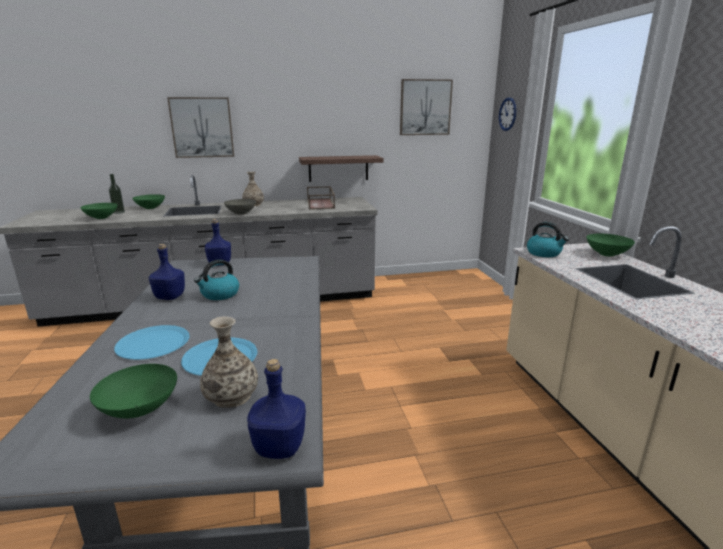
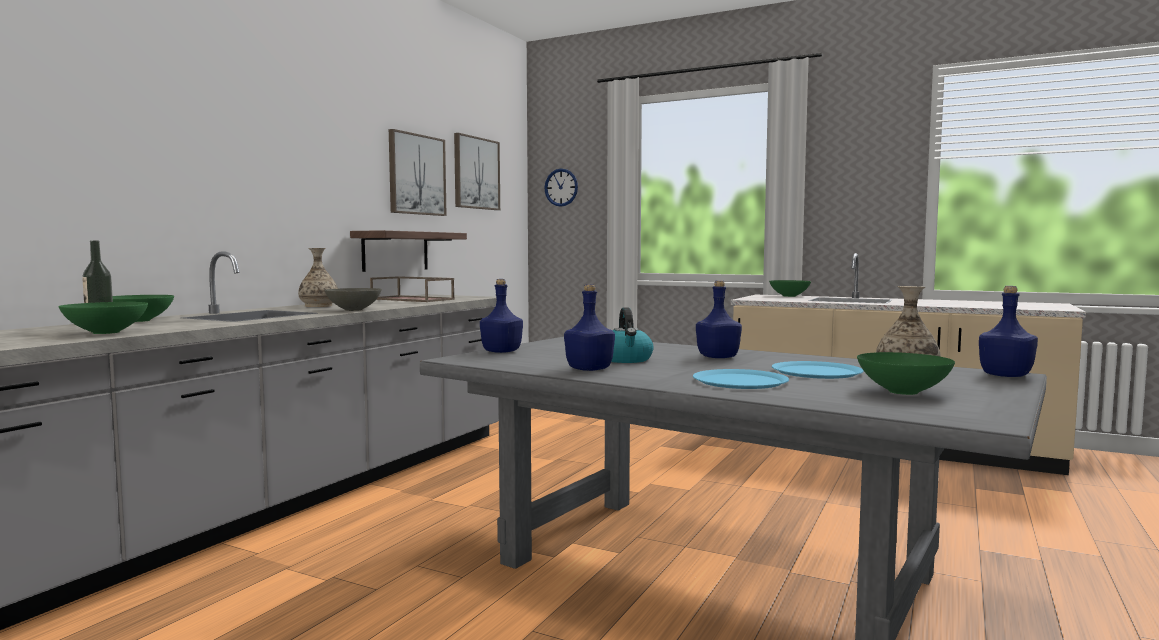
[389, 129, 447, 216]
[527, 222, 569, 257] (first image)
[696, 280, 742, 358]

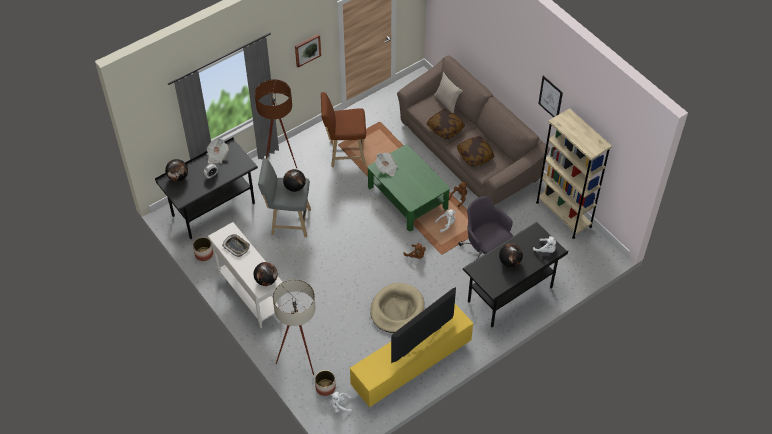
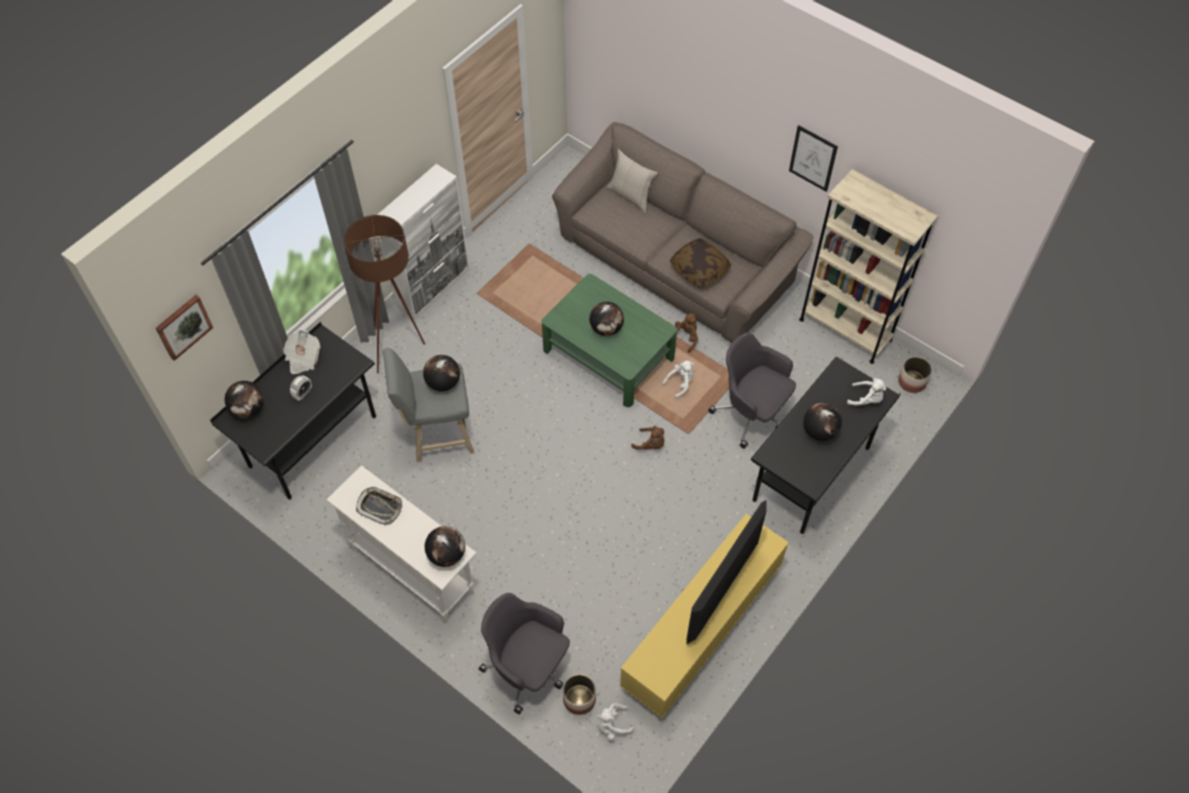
[155, 295, 213, 361]
[321, 92, 366, 167] (first image)
[426, 109, 465, 139] (first image)
[375, 152, 398, 176] (first image)
[898, 357, 932, 393]
[479, 593, 570, 714]
[371, 283, 424, 333] (first image)
[377, 164, 470, 320]
[589, 302, 624, 336]

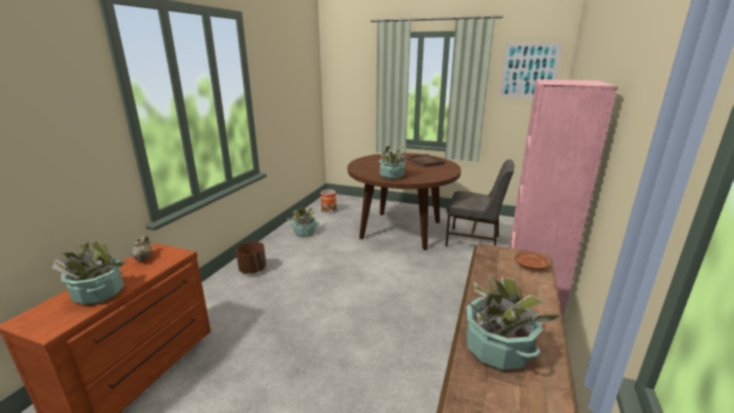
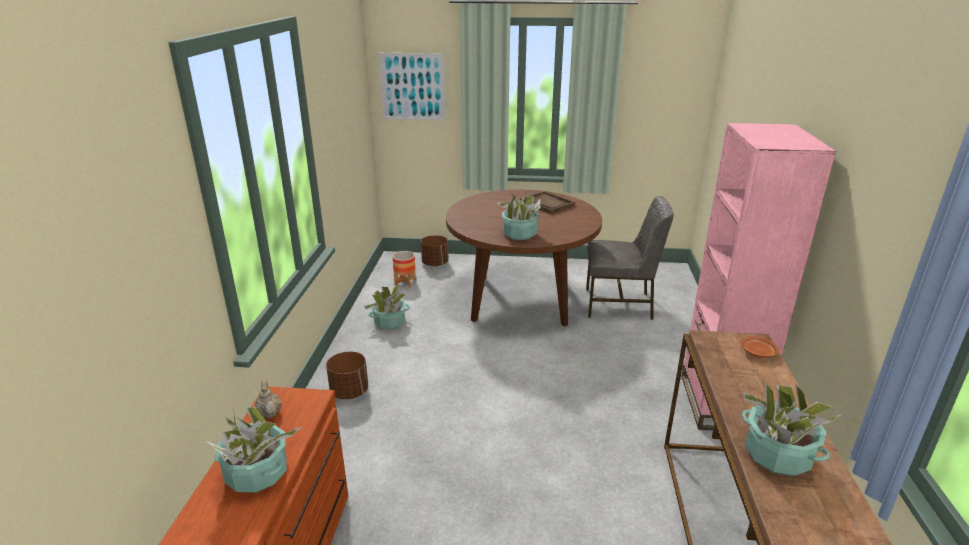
[378, 53, 446, 121]
[421, 235, 449, 266]

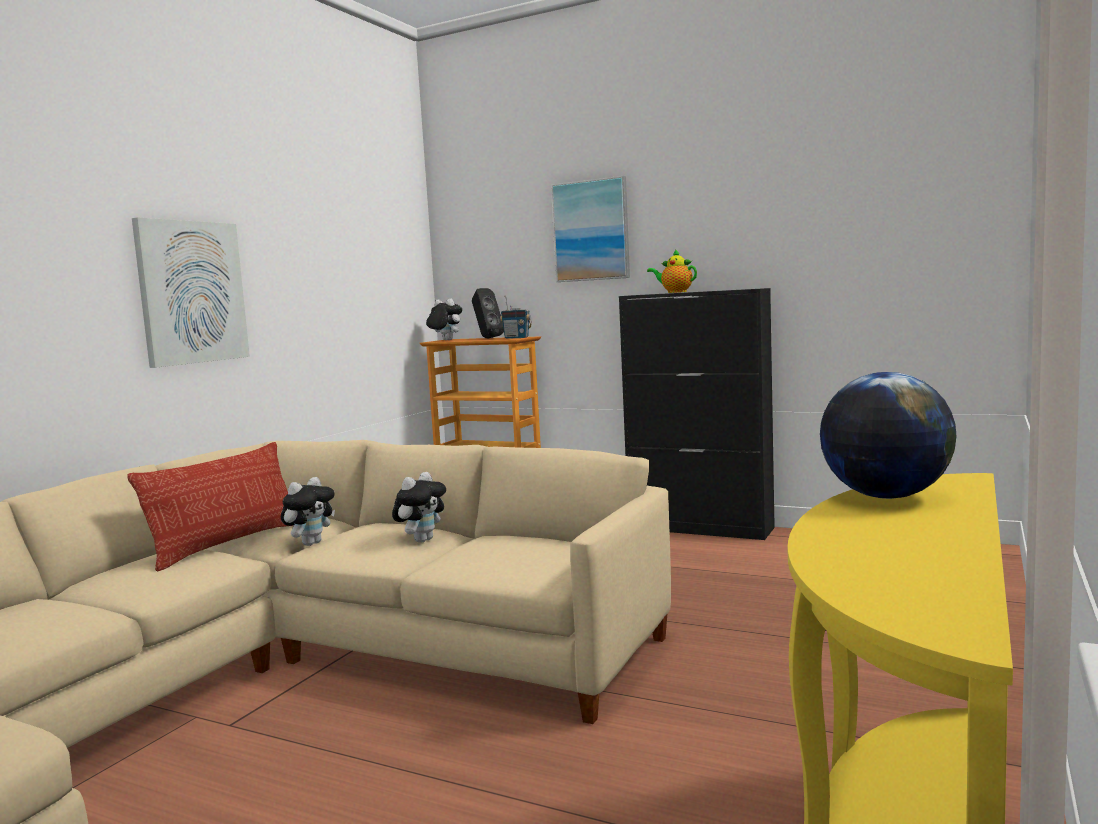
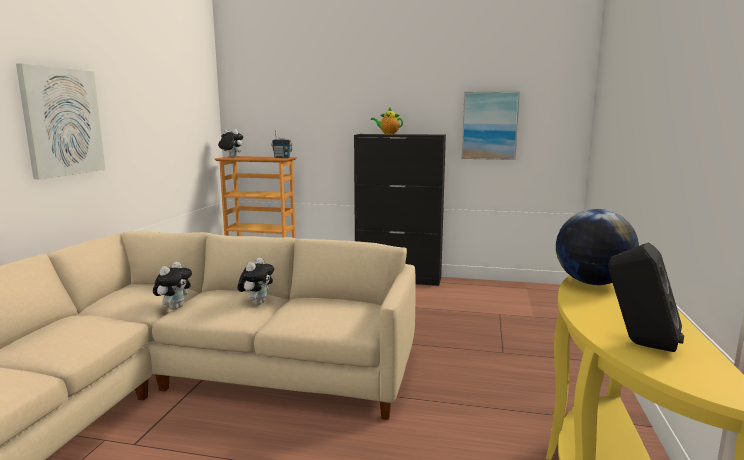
[461, 91, 520, 160]
[608, 242, 684, 352]
[128, 442, 294, 572] (first image)

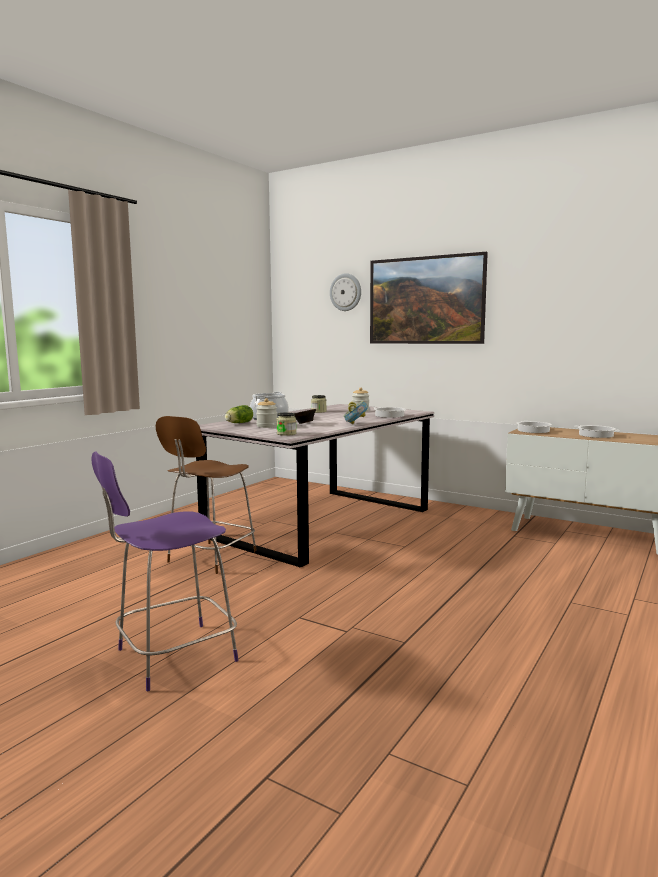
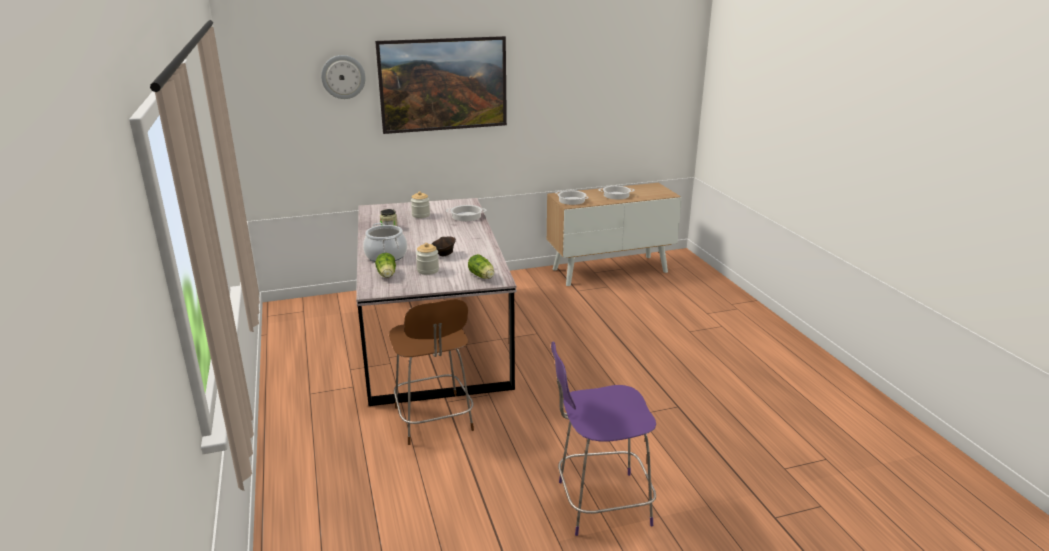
[344, 401, 368, 424] (first image)
[468, 254, 494, 279]
[551, 341, 656, 536]

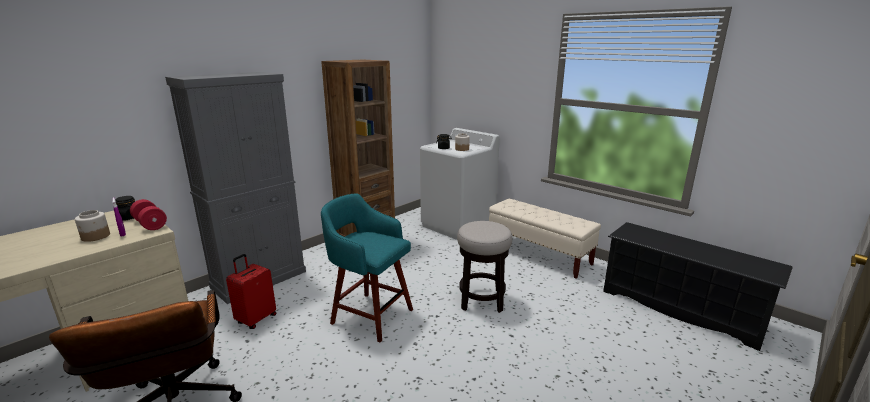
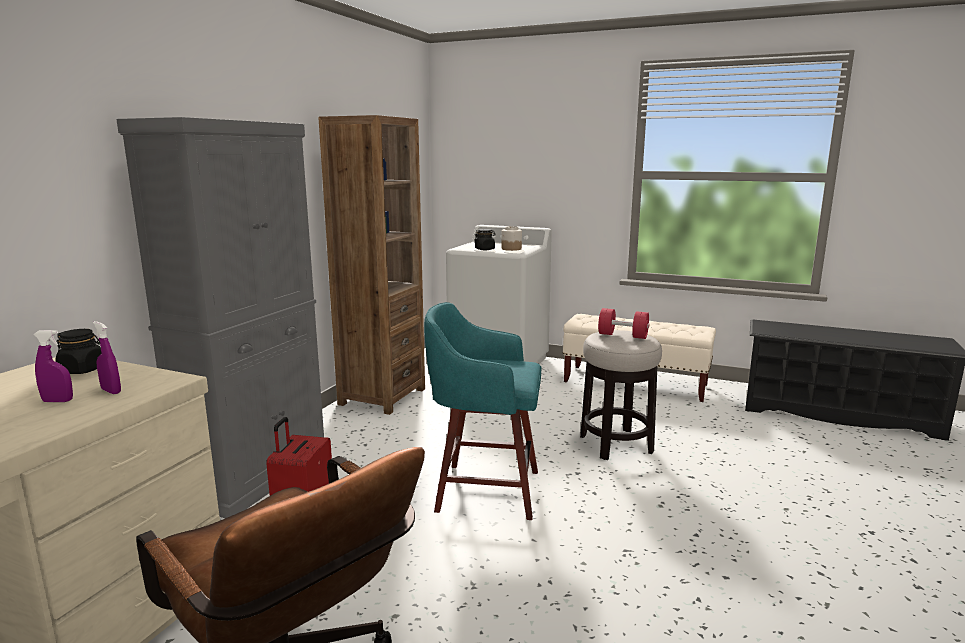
[598, 308, 649, 339]
[33, 330, 73, 402]

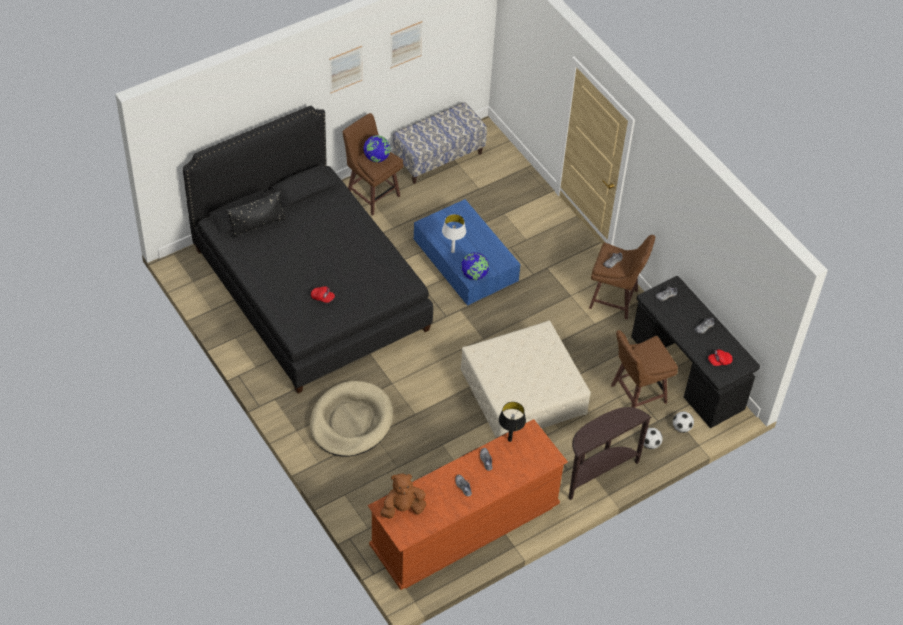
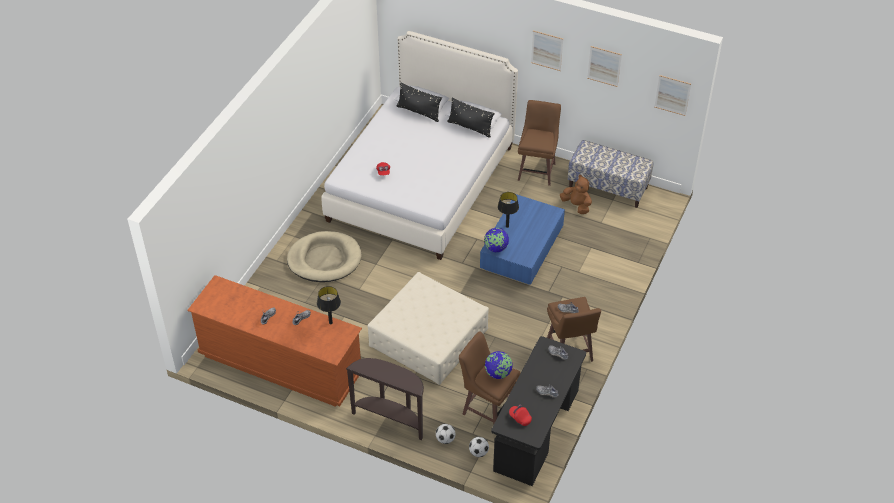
[322, 31, 518, 260]
[485, 351, 513, 379]
[498, 192, 519, 228]
[560, 175, 592, 214]
[654, 75, 691, 116]
[447, 98, 495, 138]

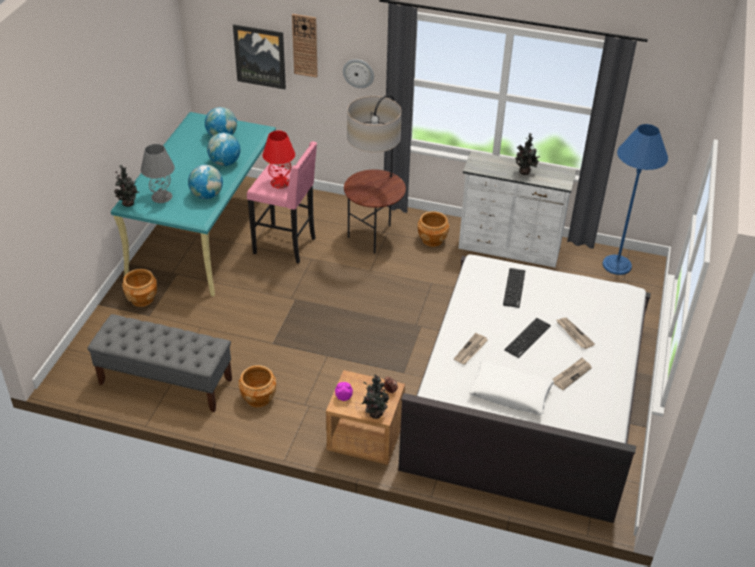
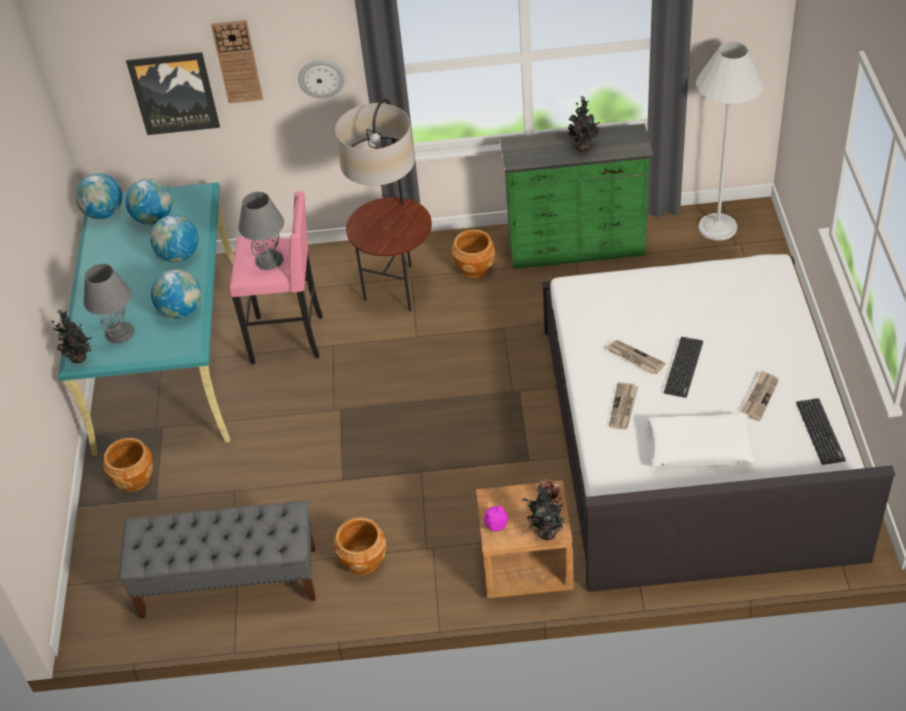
[696, 42, 764, 241]
[238, 192, 284, 270]
[500, 124, 653, 269]
[796, 398, 846, 465]
[606, 340, 666, 374]
[75, 173, 122, 219]

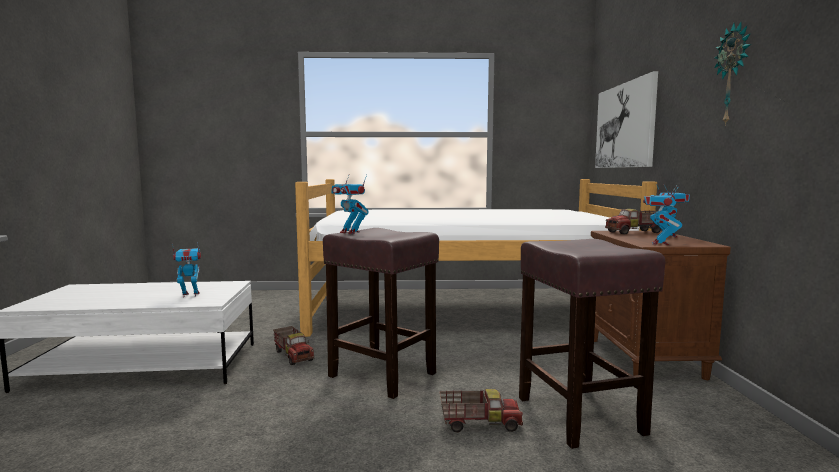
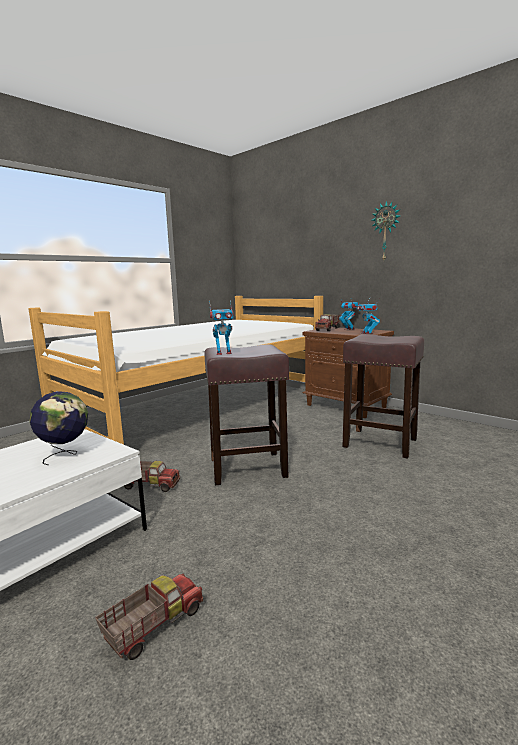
[595, 71, 658, 168] (first image)
[30, 391, 88, 465]
[95, 574, 203, 660]

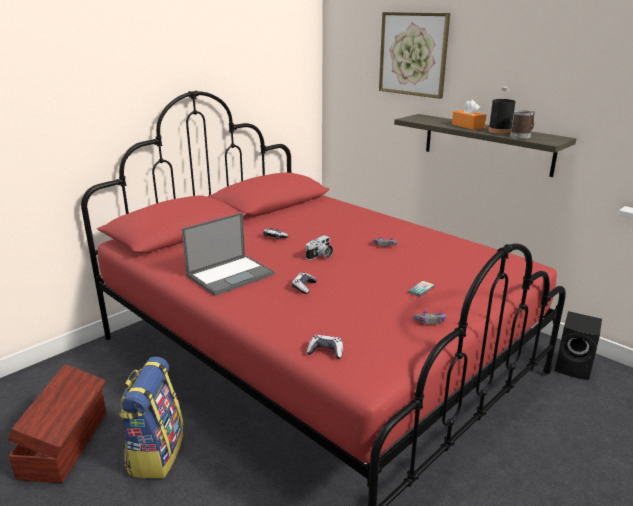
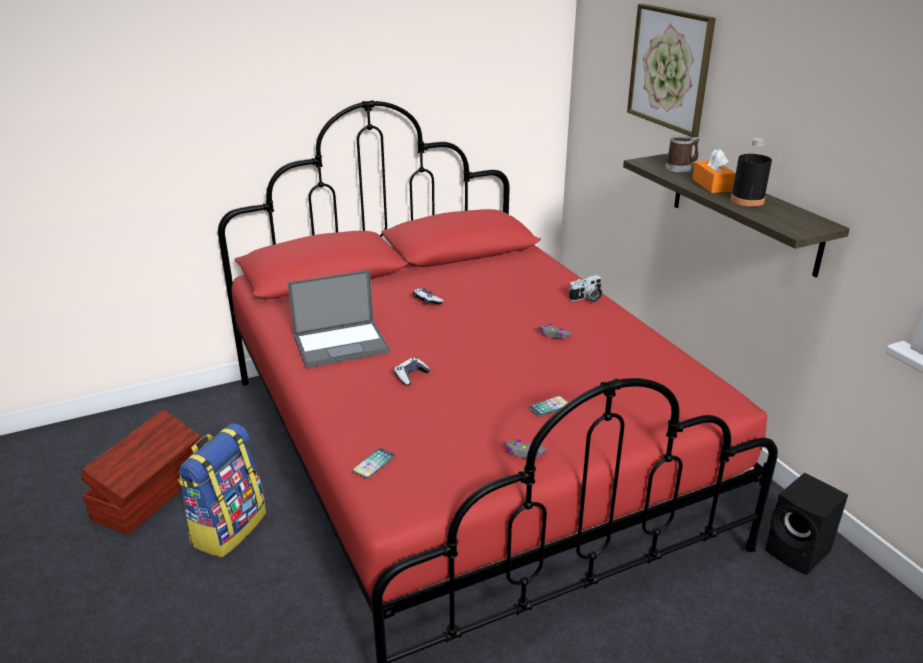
[665, 135, 699, 172]
[569, 275, 602, 302]
[352, 448, 395, 479]

